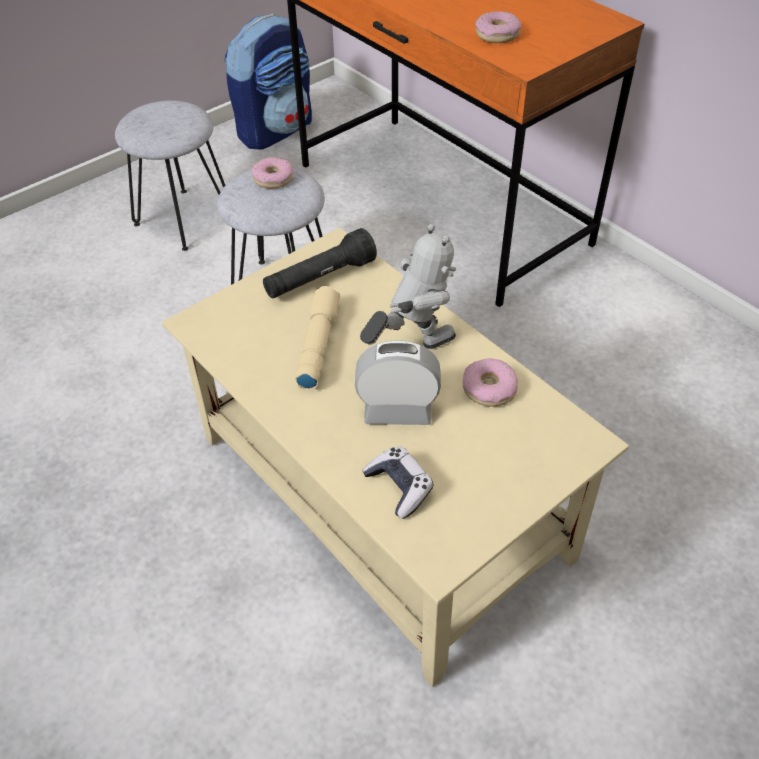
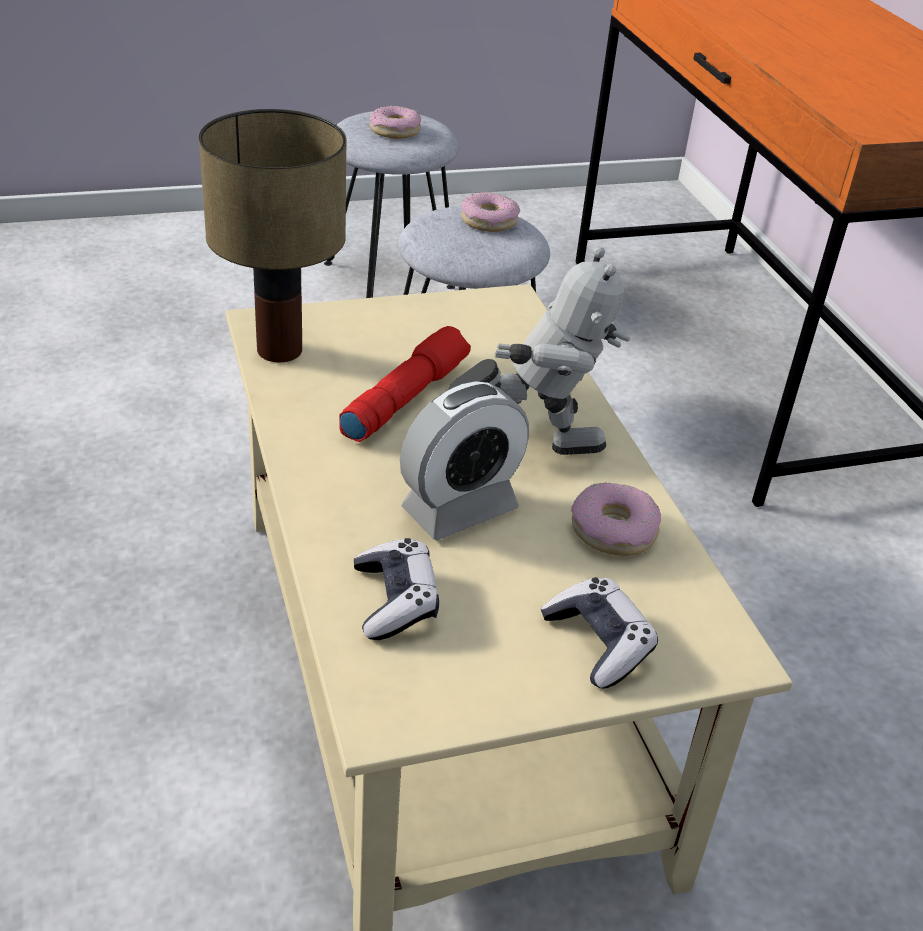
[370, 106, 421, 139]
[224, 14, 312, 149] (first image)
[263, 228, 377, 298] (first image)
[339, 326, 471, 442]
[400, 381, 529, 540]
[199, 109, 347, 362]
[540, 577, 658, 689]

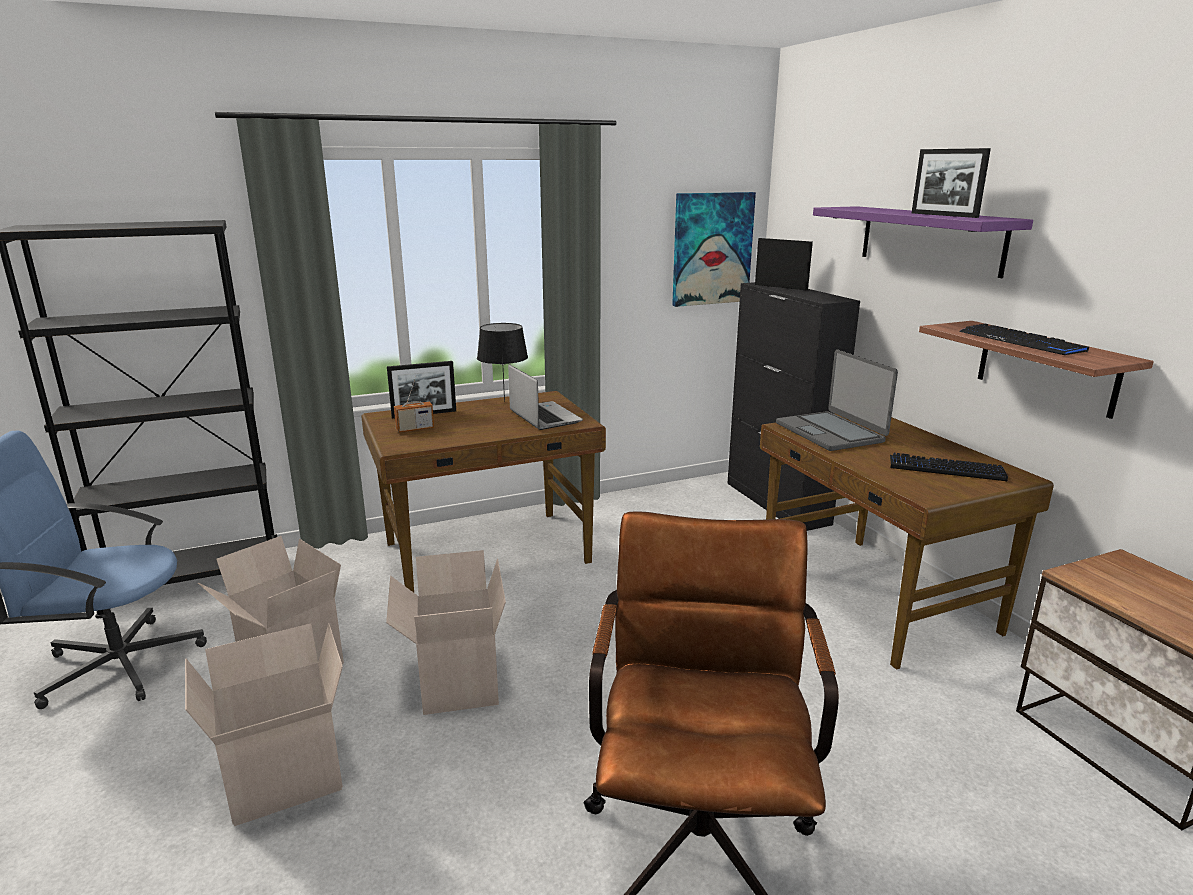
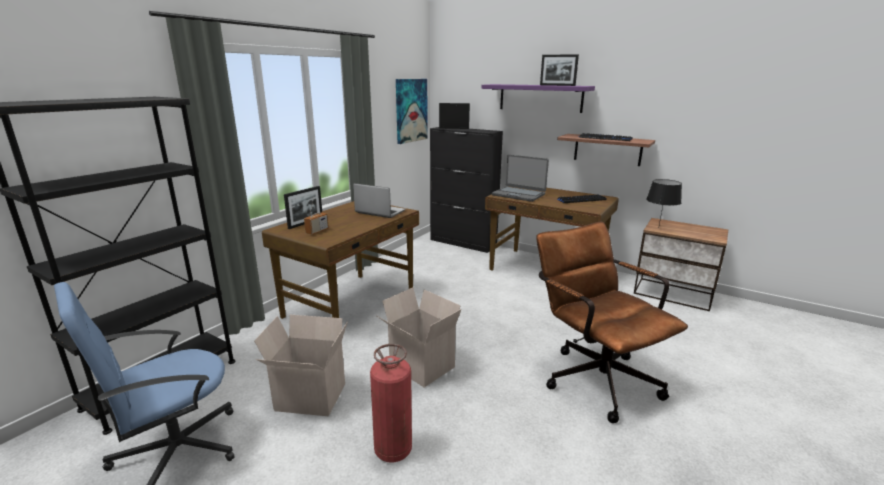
[646, 179, 682, 225]
[370, 344, 412, 462]

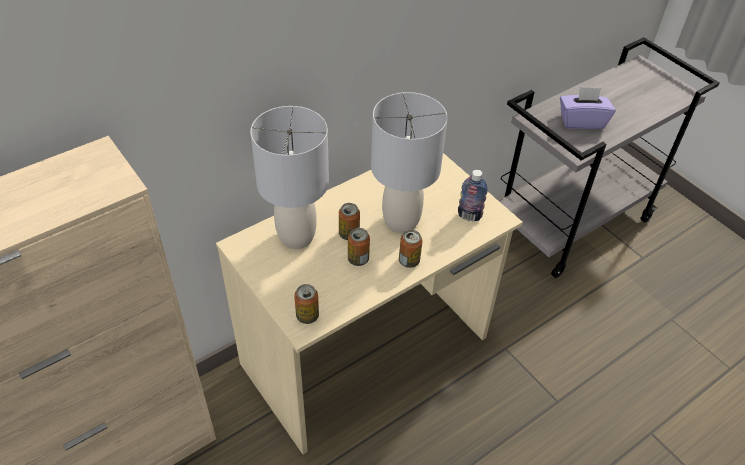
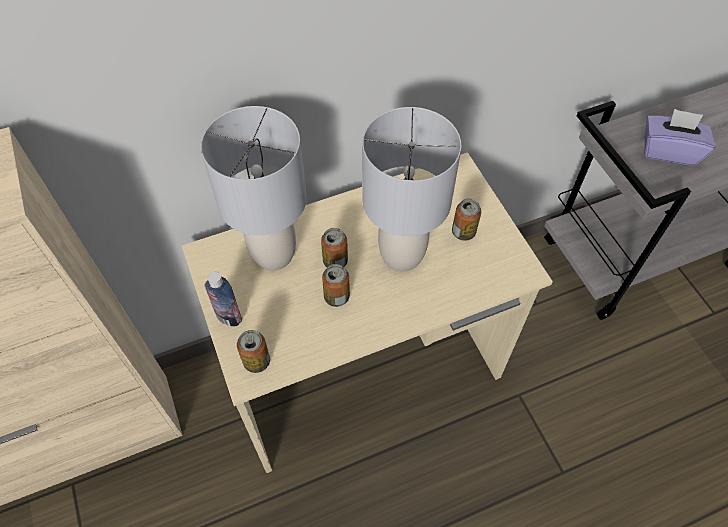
[204, 272, 242, 326]
[452, 199, 481, 241]

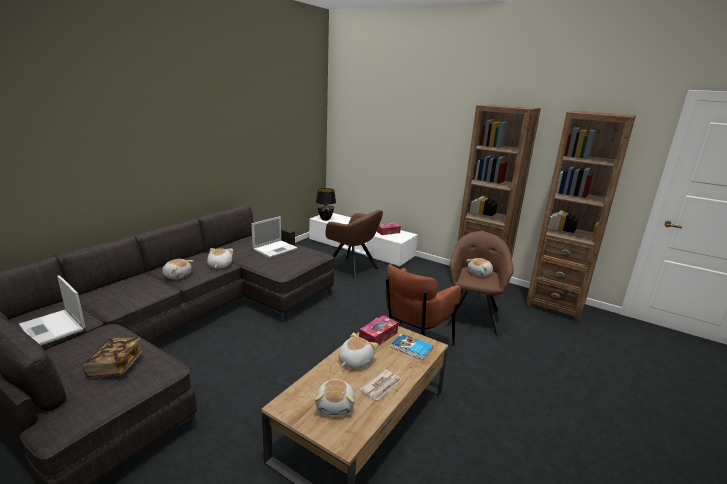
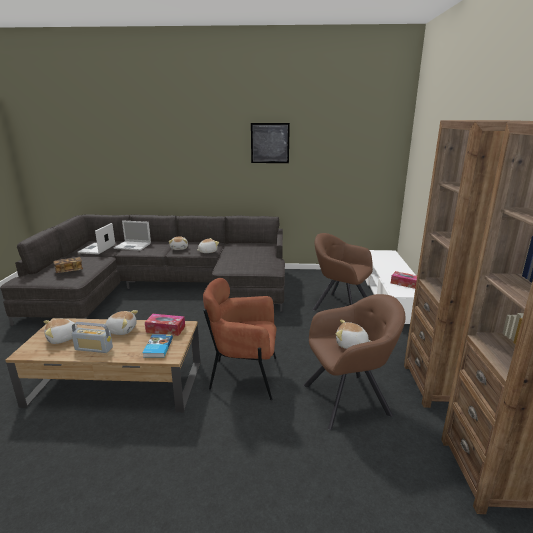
[316, 188, 336, 221] (first image)
[312, 233, 373, 310]
[114, 220, 151, 251]
[72, 322, 113, 353]
[251, 123, 290, 163]

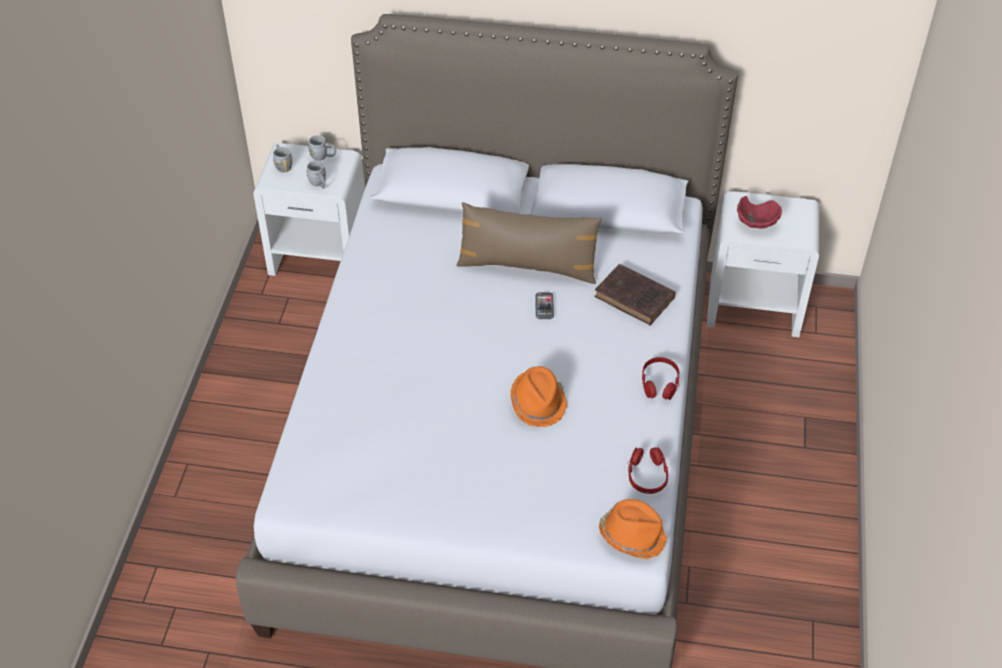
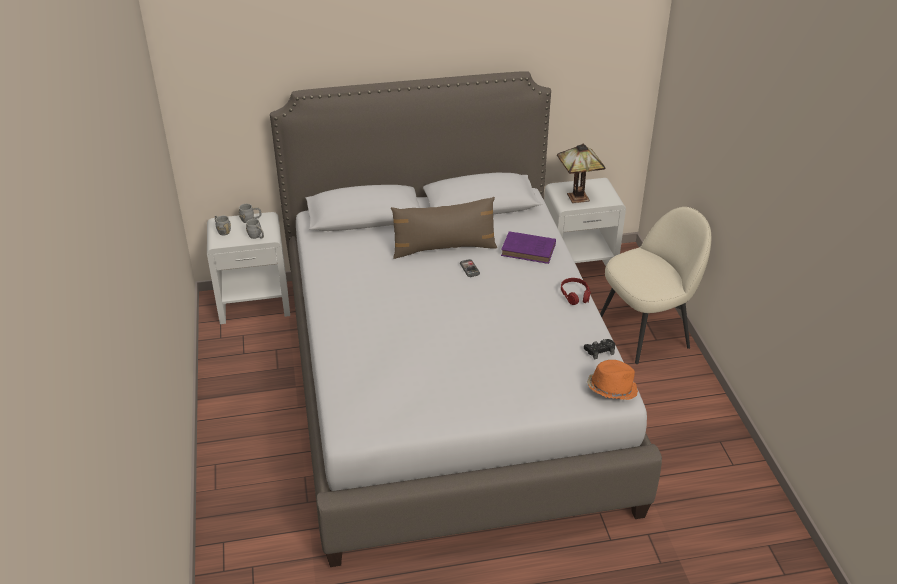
[557, 144, 606, 203]
[501, 231, 556, 264]
[510, 366, 568, 427] (first image)
[584, 339, 615, 359]
[600, 207, 711, 364]

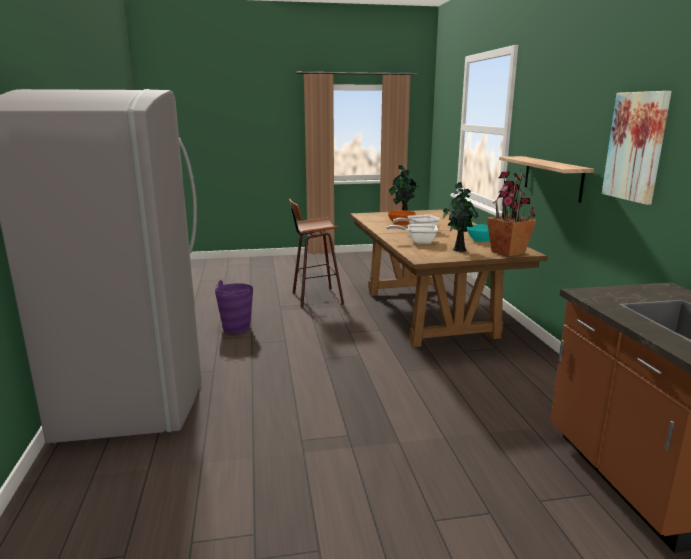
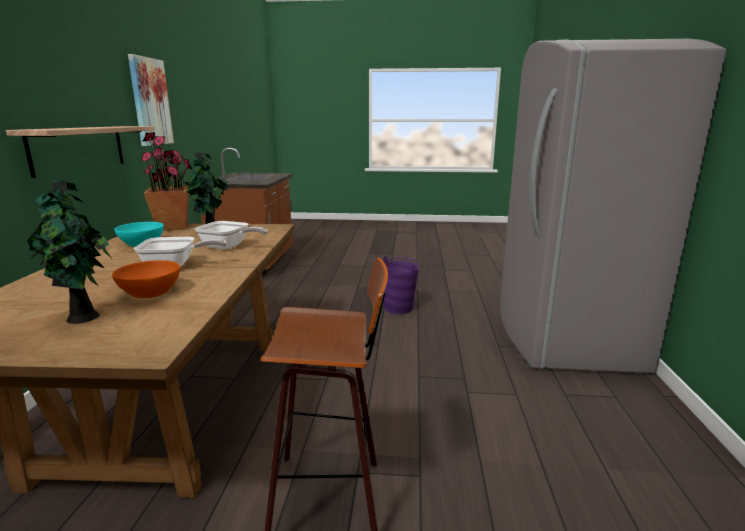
[383, 256, 419, 314]

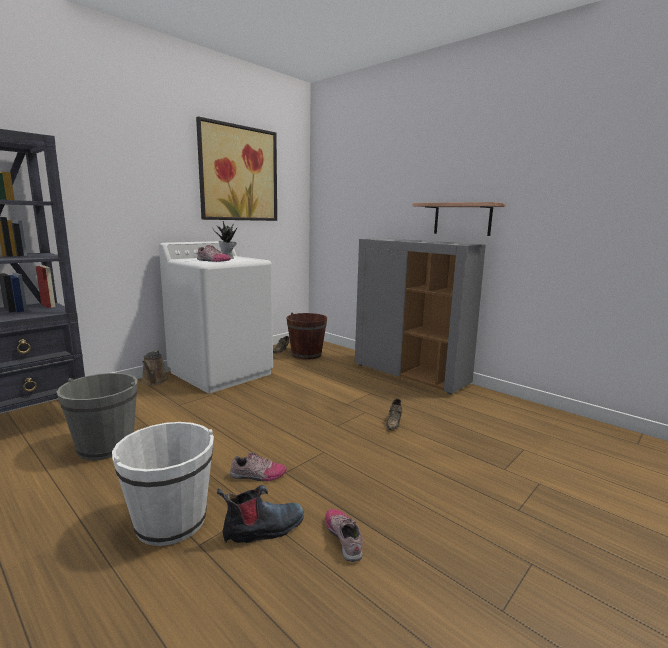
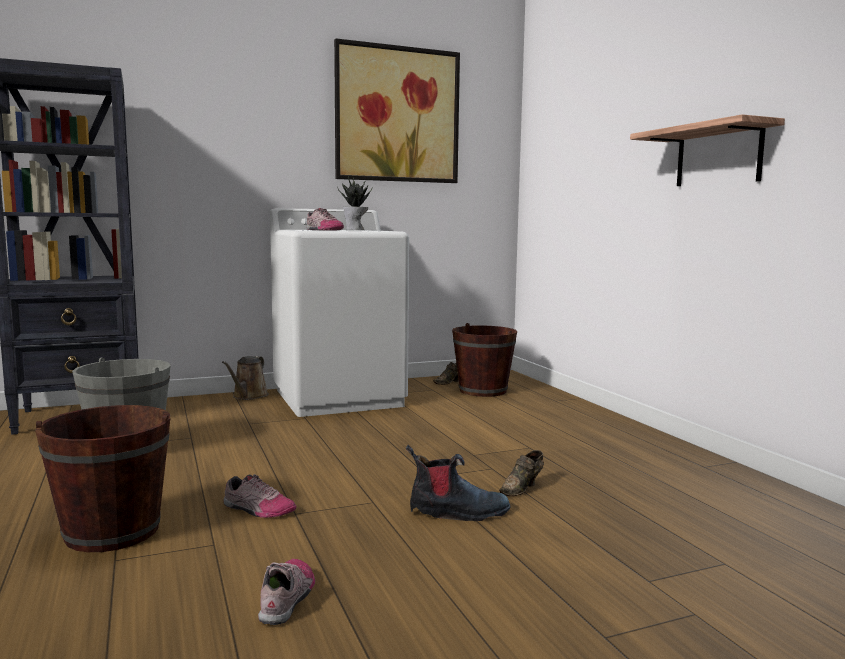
[355, 238, 486, 395] (first image)
[35, 405, 170, 552]
[406, 445, 510, 521]

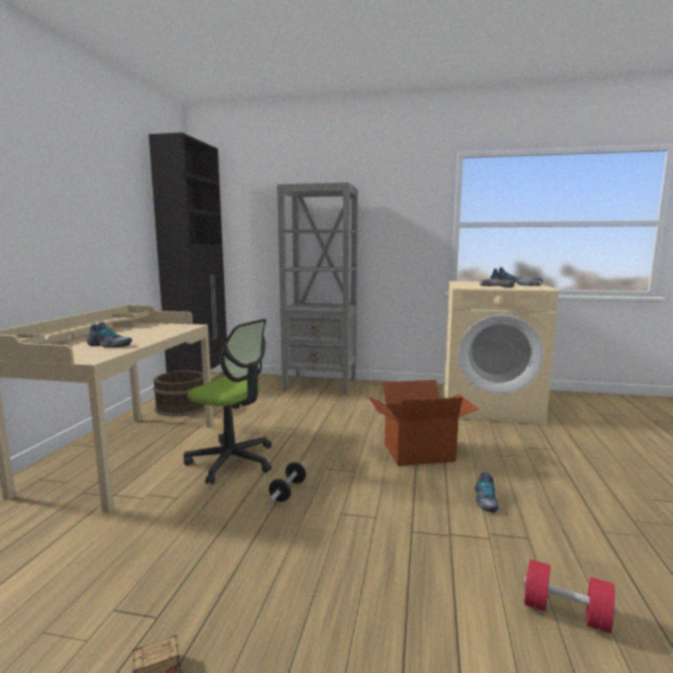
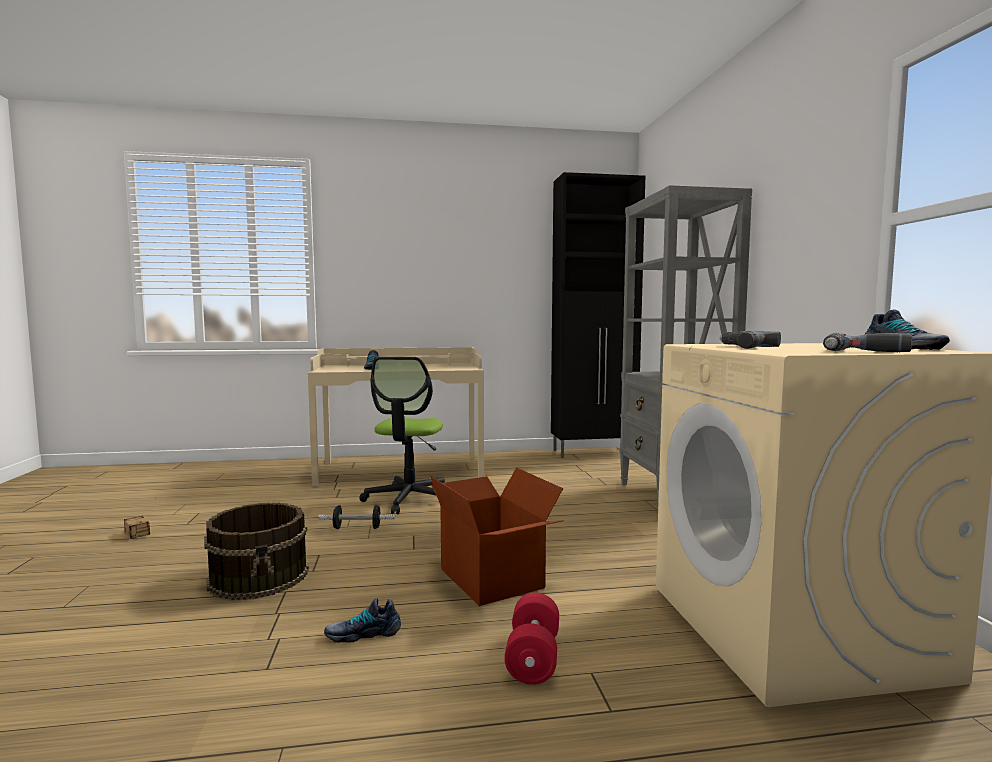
[204, 503, 309, 600]
[504, 593, 559, 685]

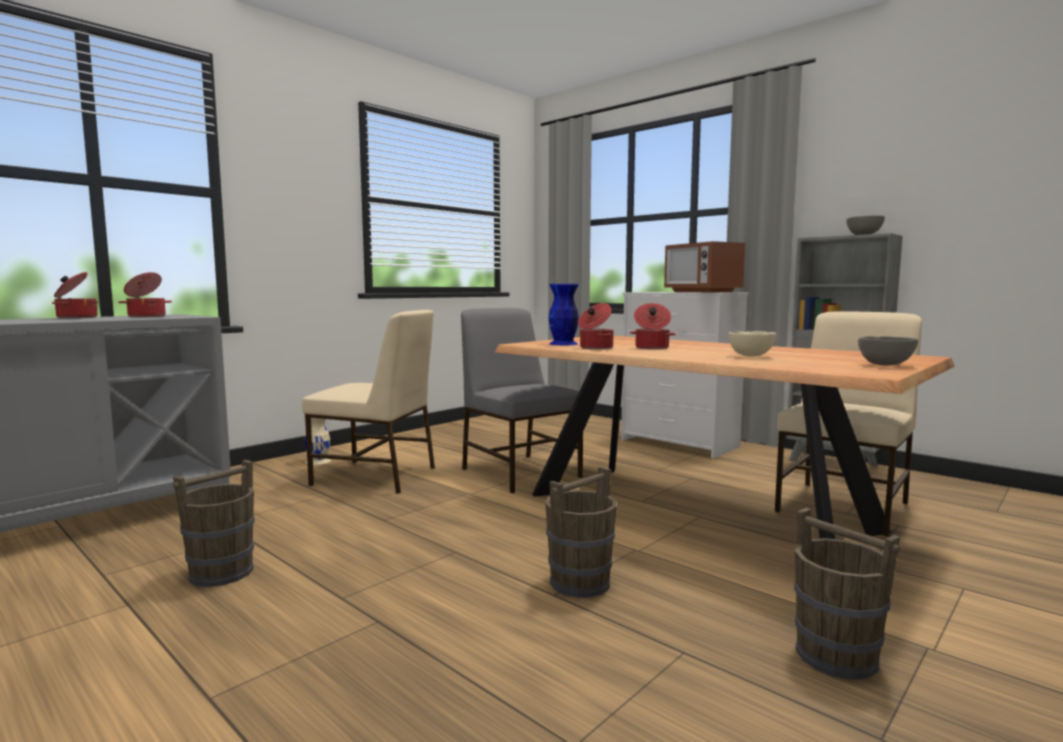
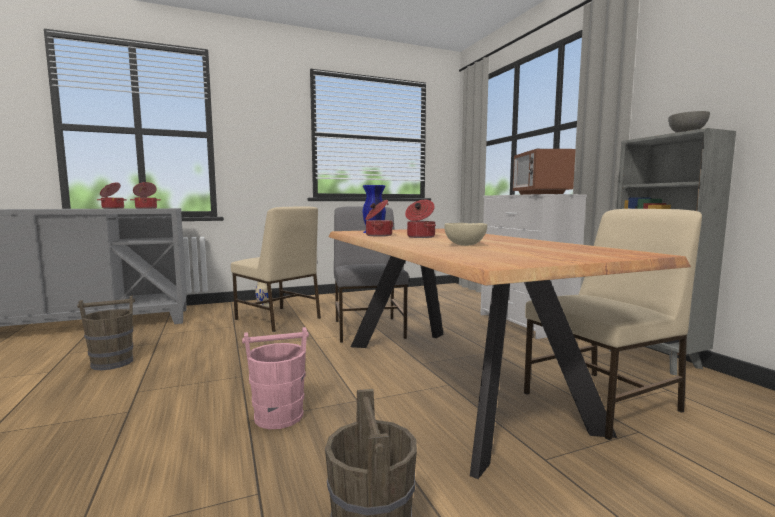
[858, 336, 918, 365] (first image)
[242, 327, 309, 429]

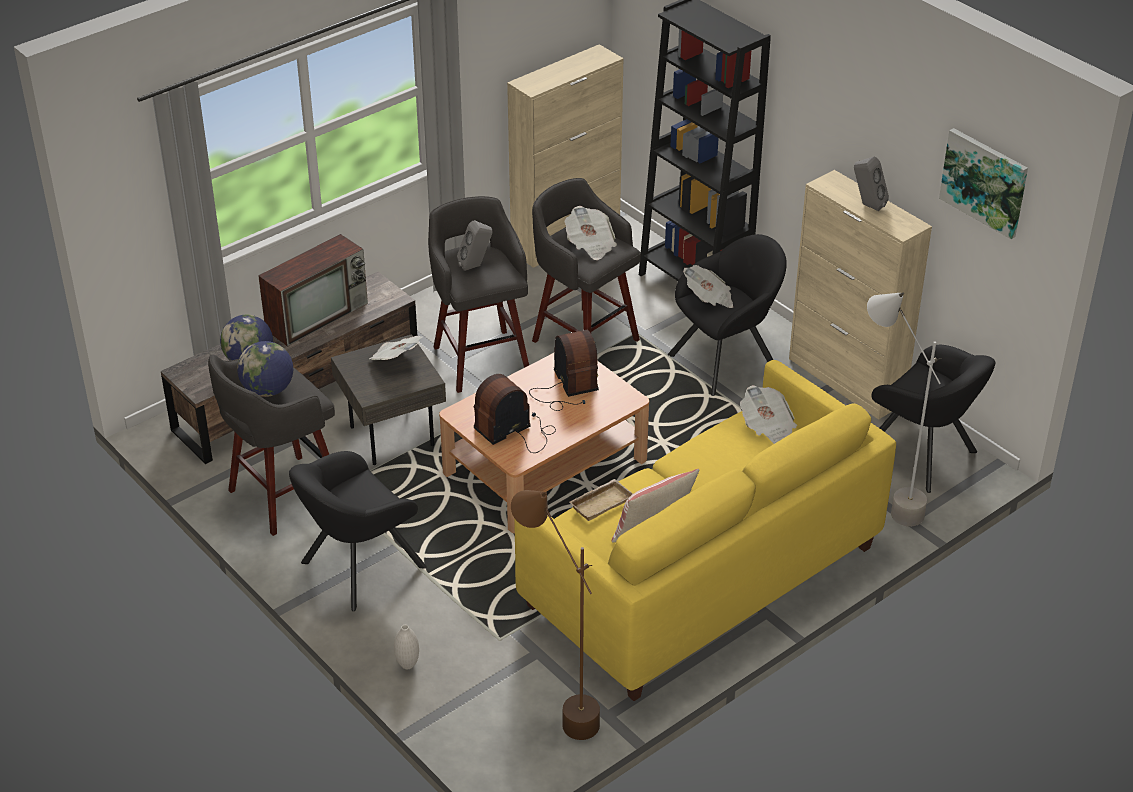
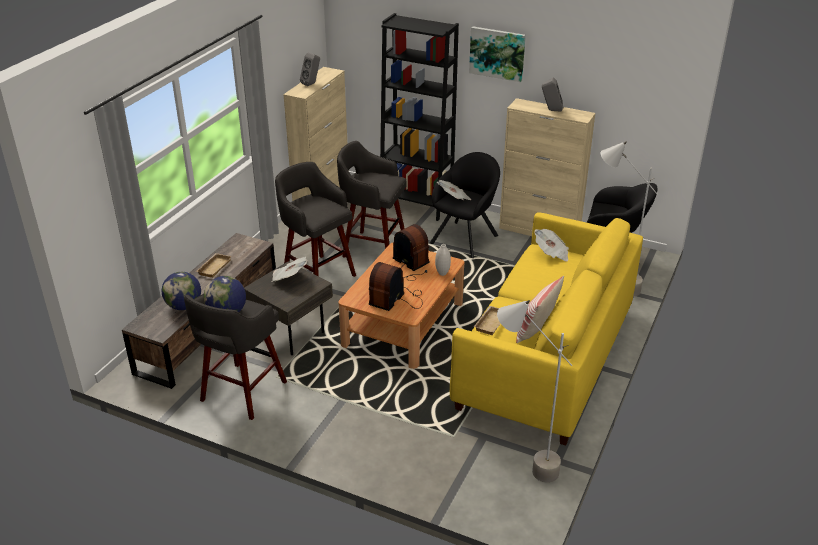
[469, 26, 526, 82]
[565, 206, 617, 260] (first image)
[300, 52, 320, 86]
[197, 253, 232, 278]
[289, 451, 427, 611] (first image)
[497, 300, 573, 483]
[435, 244, 451, 276]

